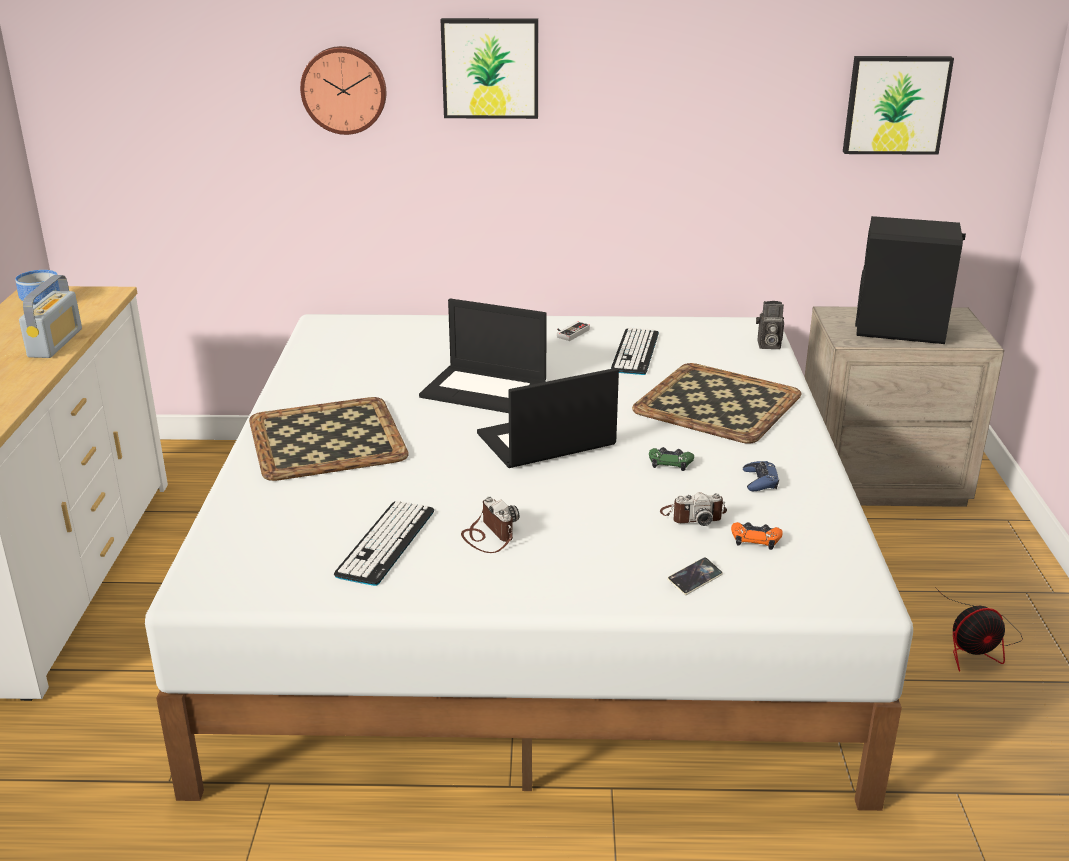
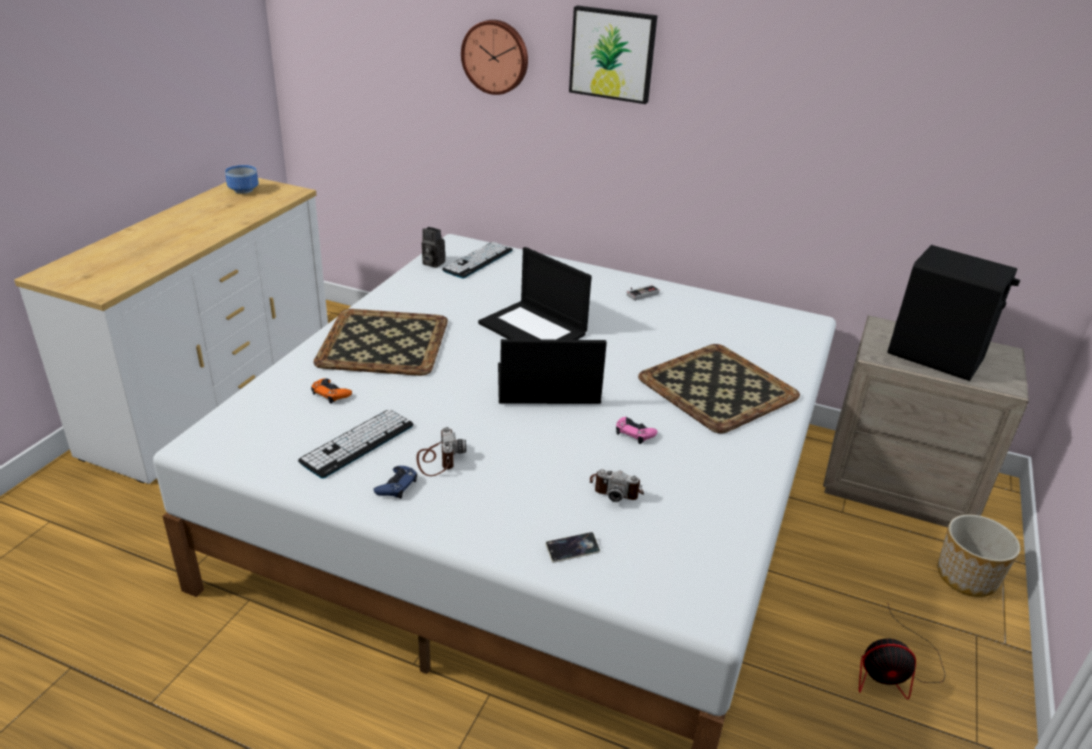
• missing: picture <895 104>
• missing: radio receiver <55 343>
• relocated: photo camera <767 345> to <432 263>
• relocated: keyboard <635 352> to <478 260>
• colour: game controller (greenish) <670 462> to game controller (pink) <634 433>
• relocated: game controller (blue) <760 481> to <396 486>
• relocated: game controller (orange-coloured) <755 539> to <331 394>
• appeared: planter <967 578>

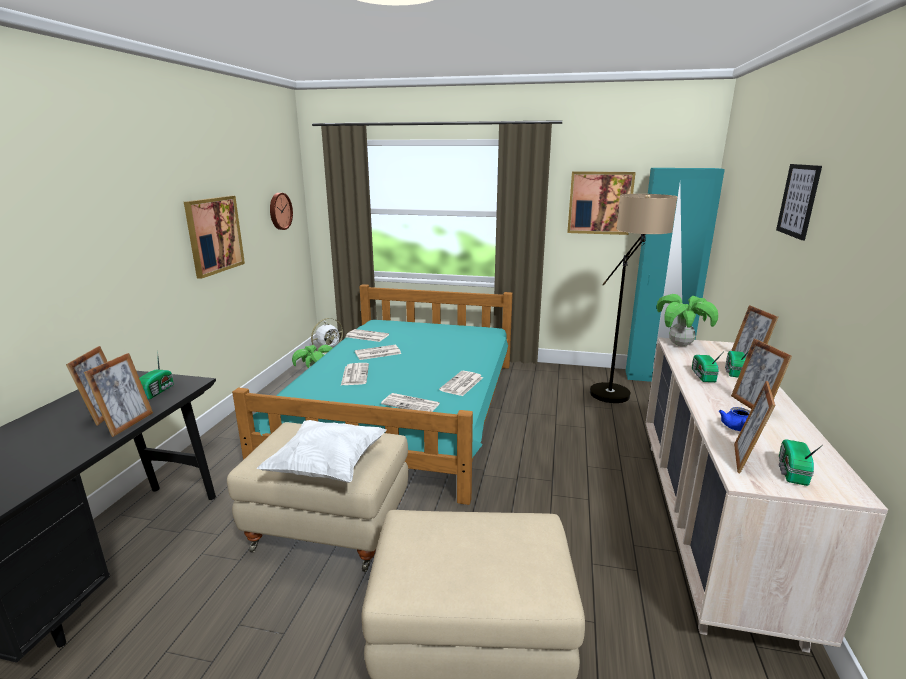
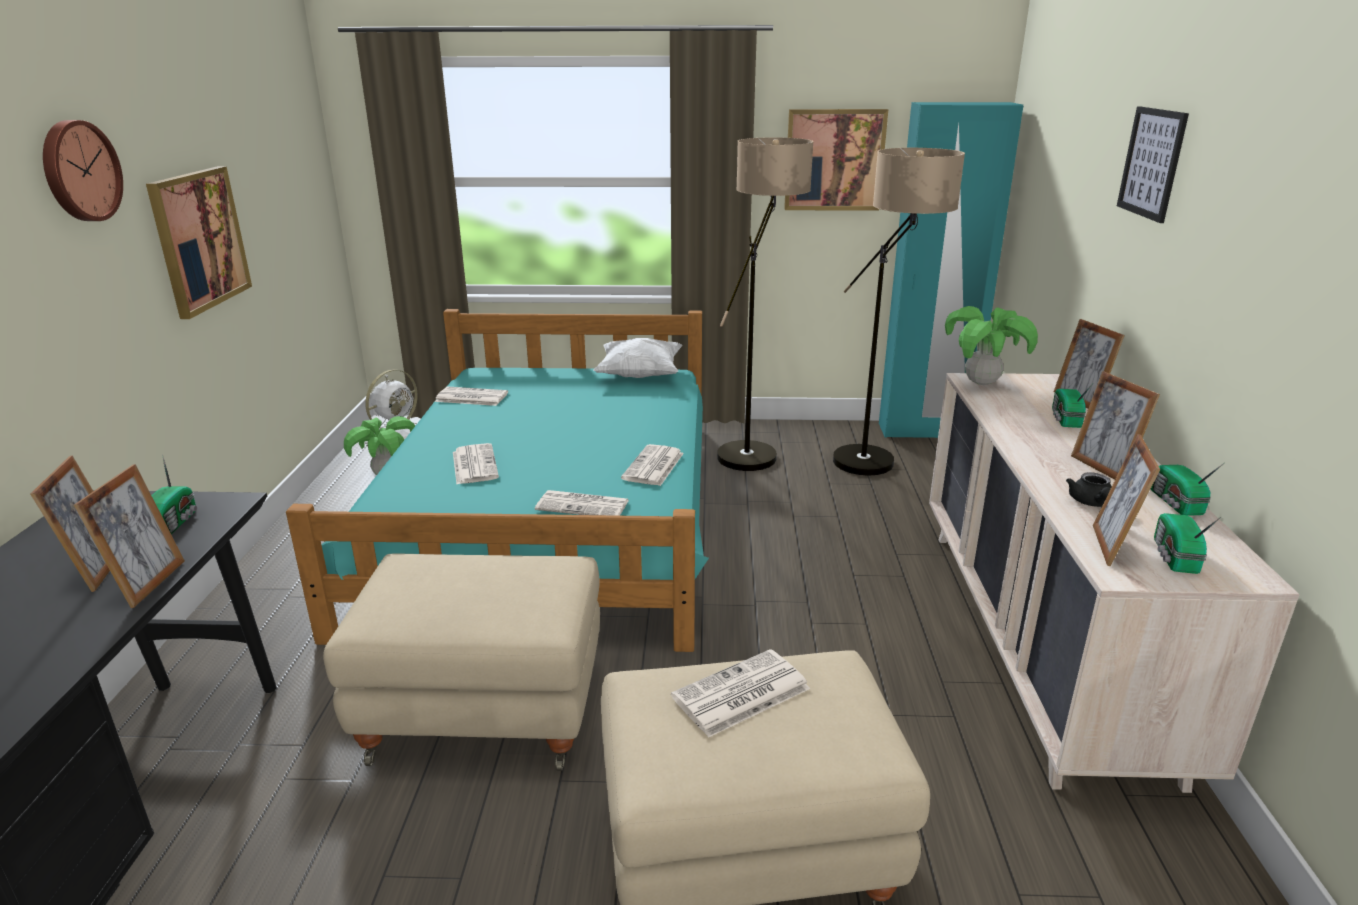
• relocated: clock on the wall <279 211> to <79 171>
• relocated: daily paper <377 353> to <740 694>
• relocated: radio receiver <702 376> to <1175 503>
• colour: pot for tea (blue) <737 428> to pot for tea (blackish) <1091 503>
• relocated: throw pillow (white-coloured) <327 467> to <639 375>
• appeared: standing lamp <756 448>

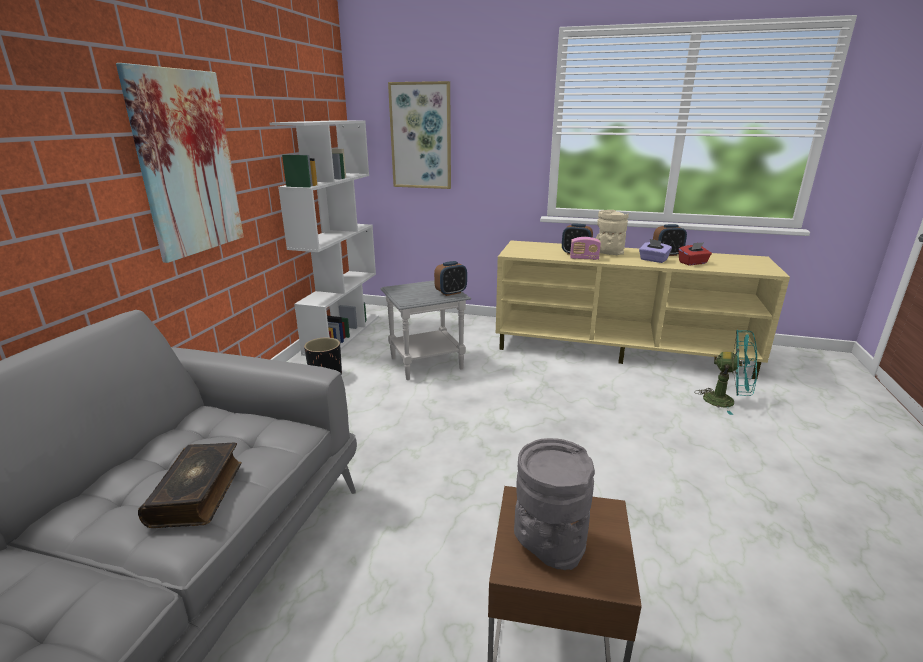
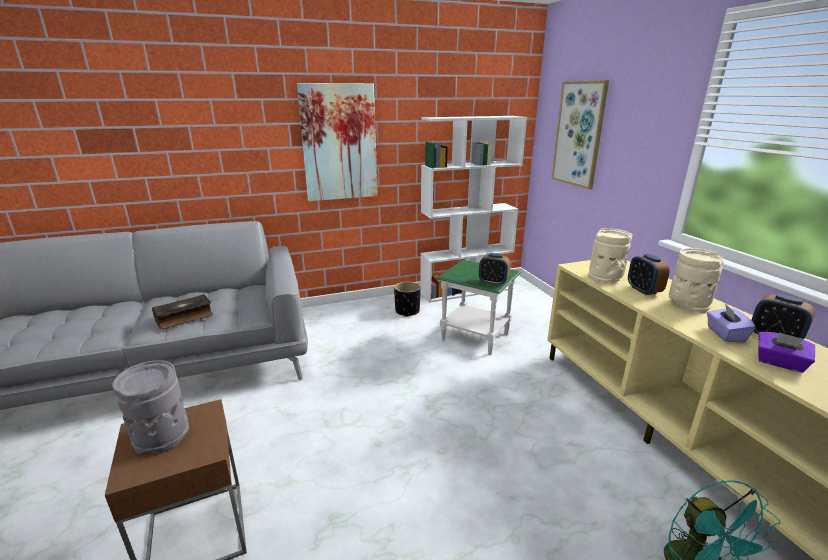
• missing: radio receiver <584 258>
• colour: tissue box (red) <693 263> to tissue box (purple-coloured) <779 363>
• colour: accent table (gray) <427 363> to accent table (greenish) <475 337>
• appeared: vase (sand-coloured) <605 278>

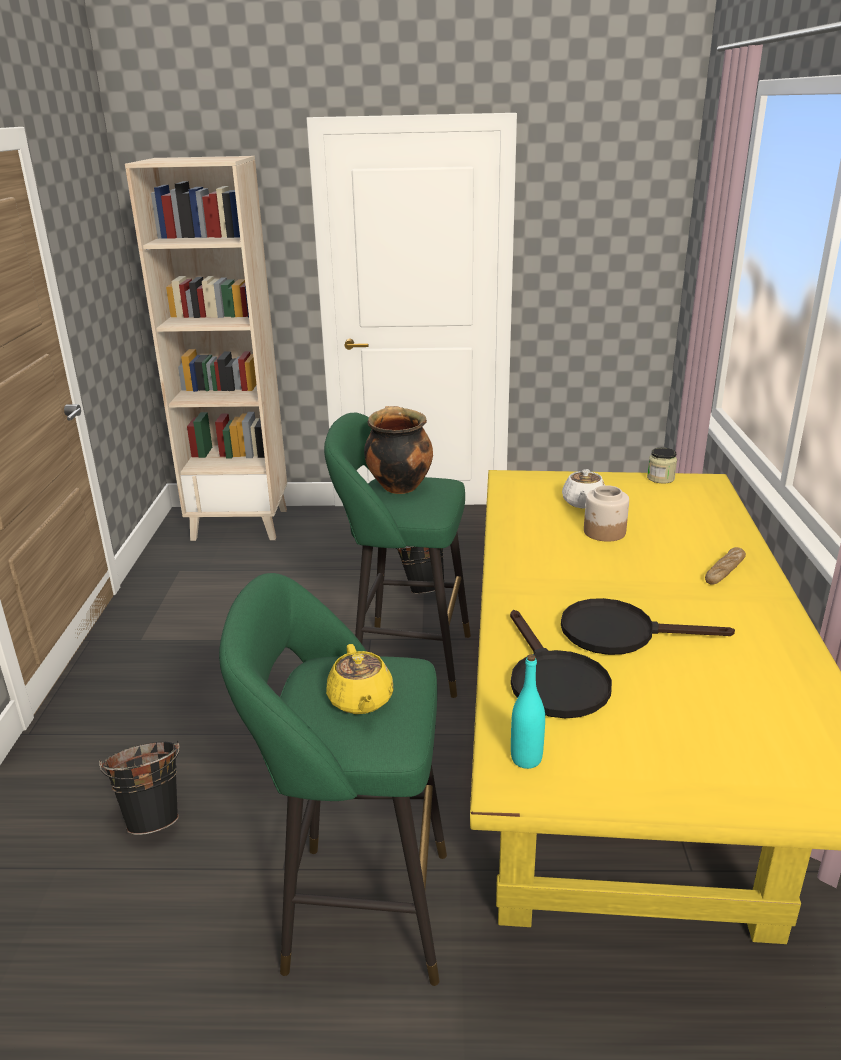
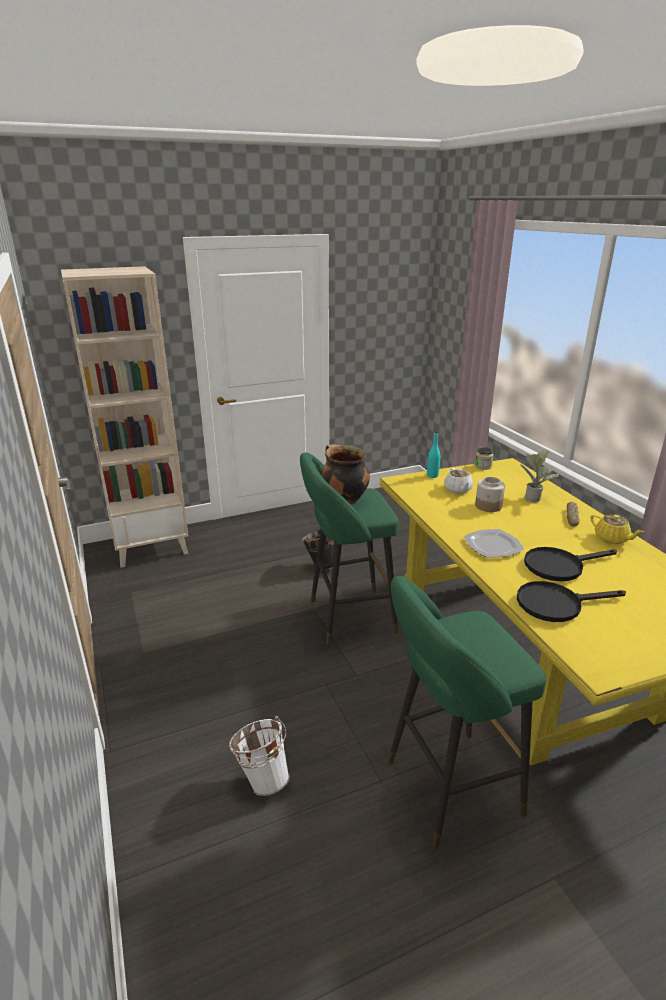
• spun: pan (blackish) <553 680> = <556 604> 120 degrees clockwise
• relocated: pot for tea (yellow-coloured) <360 701> to <612 539>
• relocated: drink bottle (blue-green) <526 759> to <432 475>
• colour: water bucket (blackish) <153 816> to water bucket (white-coloured) <262 777>
• appeared: plant in a pot <534 497>
• appeared: plate <493 545>

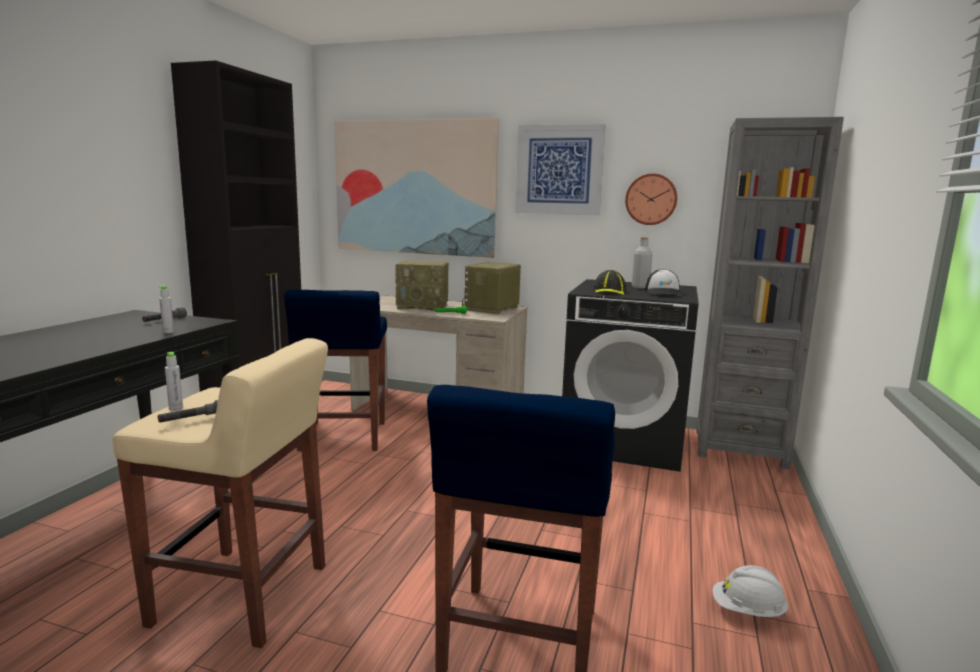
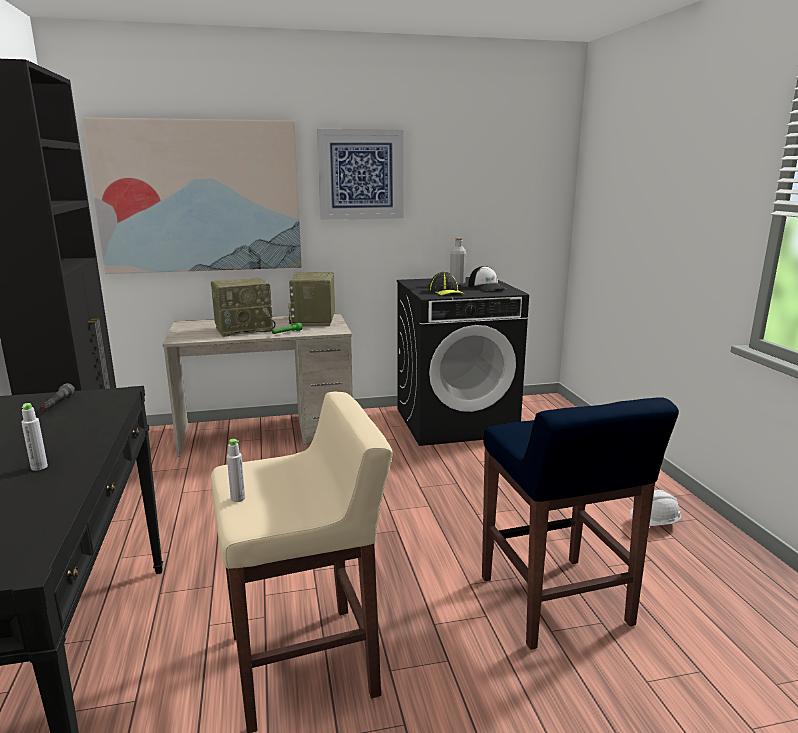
• missing: bookshelf (gray) <739 448>
• missing: clock on the wall <651 199>
• relocated: drink bottle (gray) <168 332> to <39 467>
• missing: stool (blue) <342 437>
• missing: flashlight (gray) <193 419>

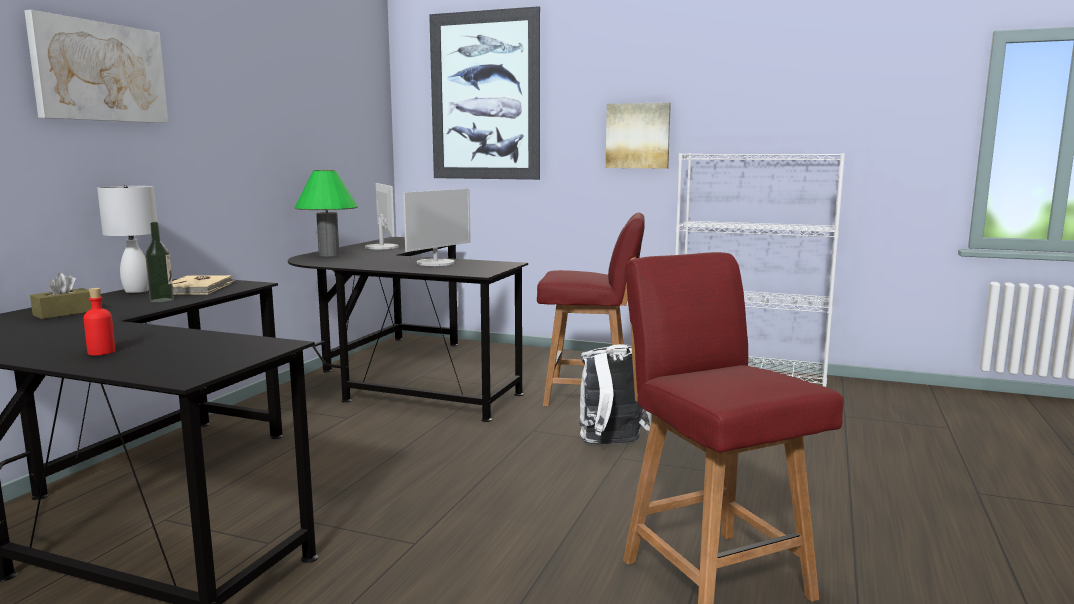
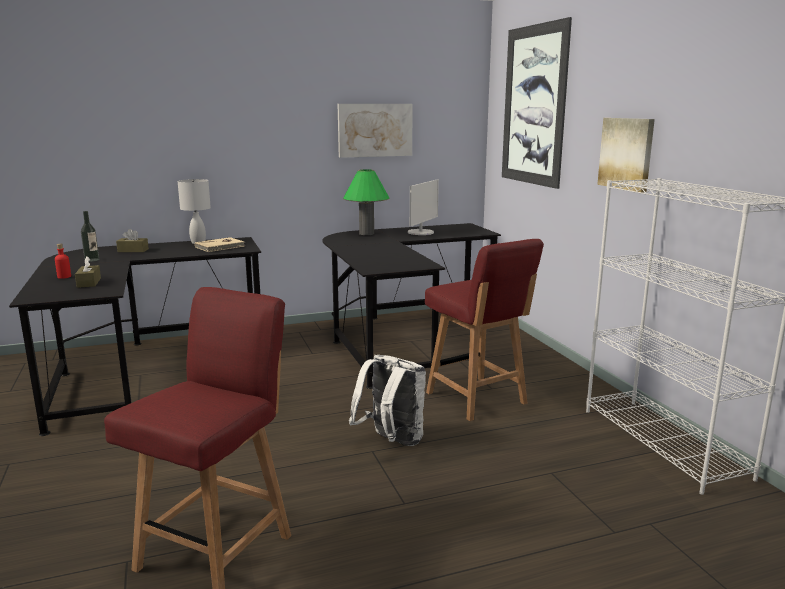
• relocated: picture <100 72> to <375 130>
• missing: computer display <436 263>
• relocated: drink bottle <162 300> to <92 260>
• appeared: tissue box (brown-coloured) <89 282>

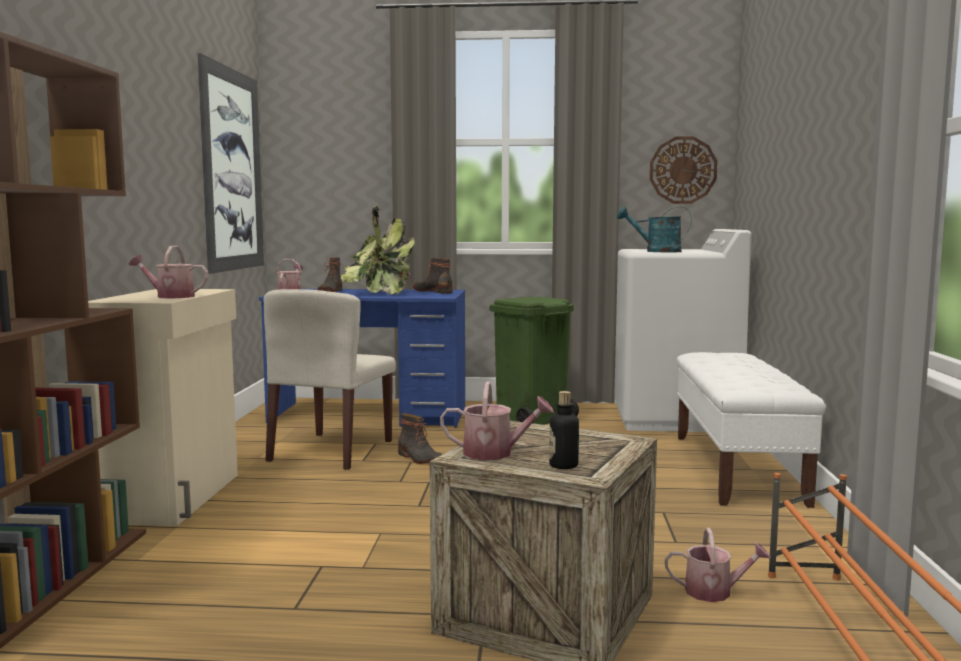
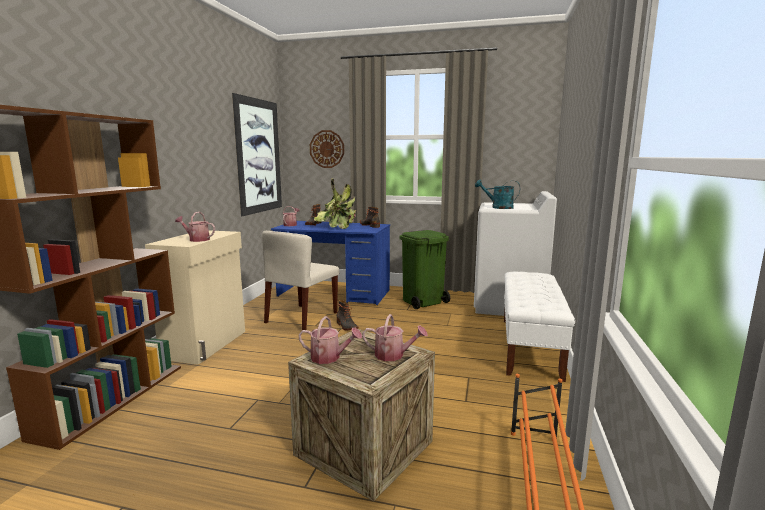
• relocated: clock on the wall <683 170> to <327 149>
• missing: drink bottle <563 465>
• relocated: watering pot <714 592> to <393 355>

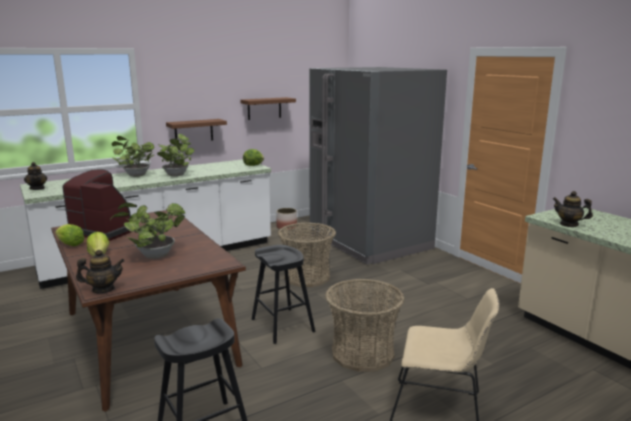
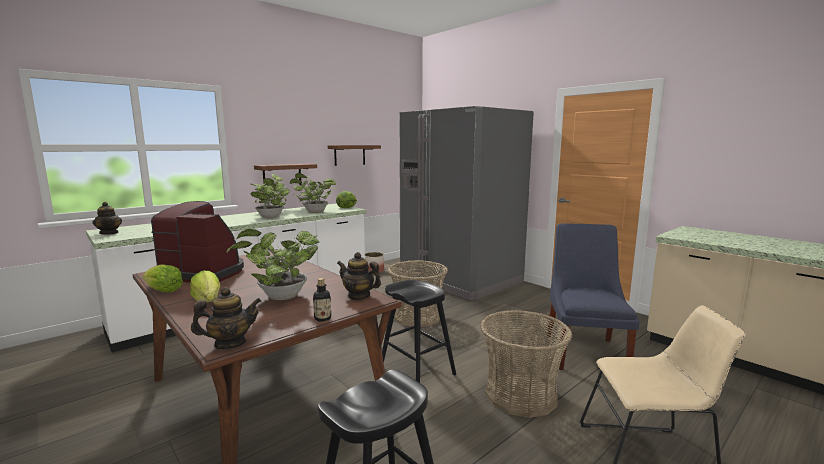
• relocated: plant in a pot <135 175> to <313 212>
• relocated: pot for tea <569 224> to <358 296>
• appeared: plain chair (blue) <585 351>
• appeared: drink bottle <322 318>

